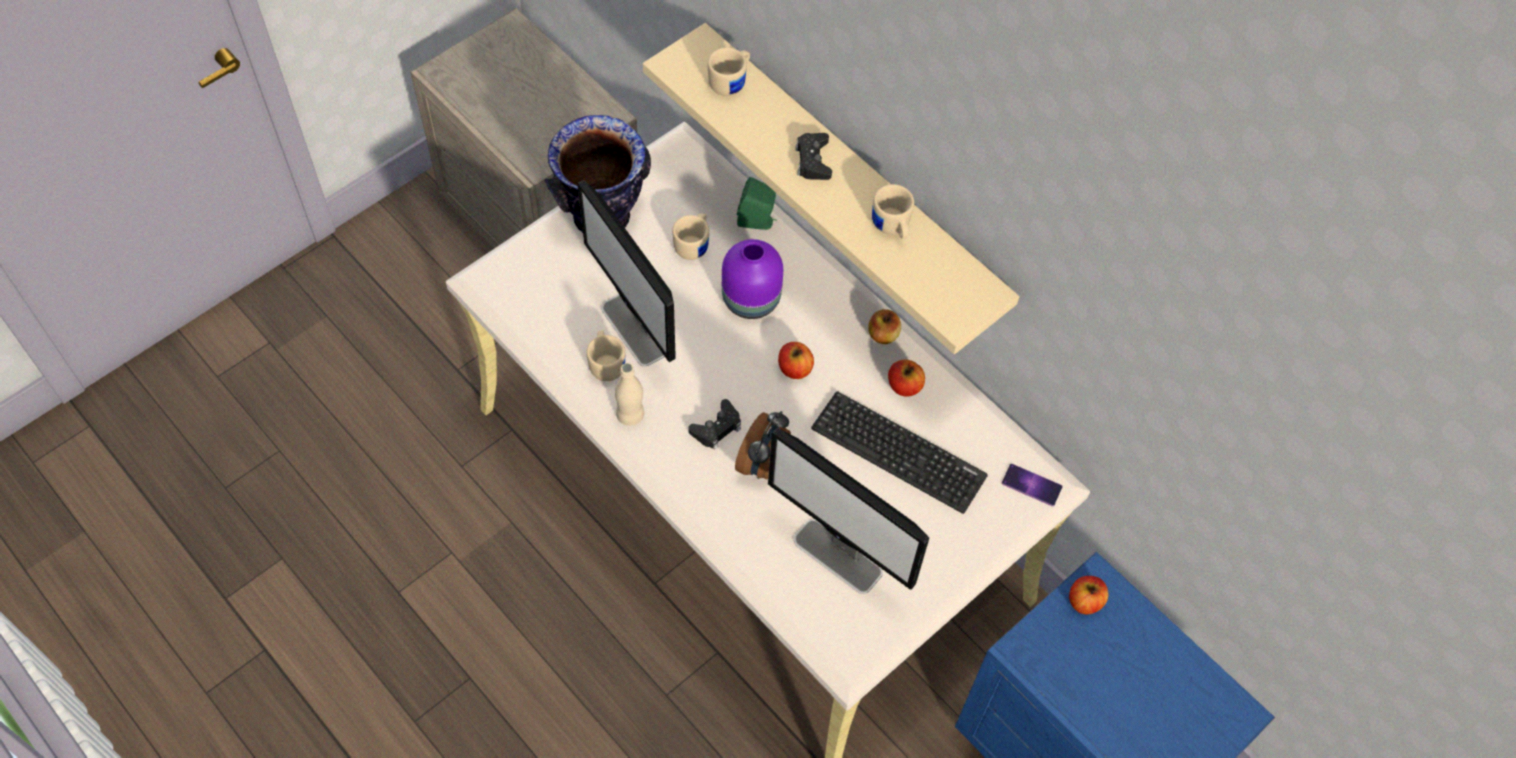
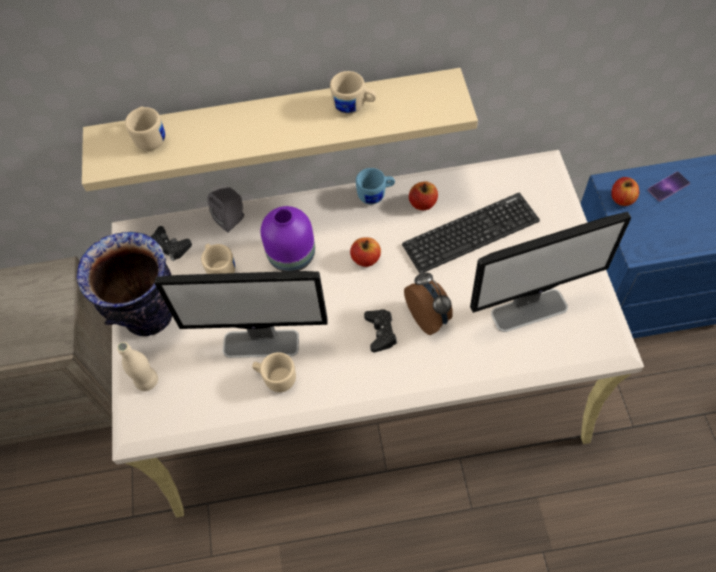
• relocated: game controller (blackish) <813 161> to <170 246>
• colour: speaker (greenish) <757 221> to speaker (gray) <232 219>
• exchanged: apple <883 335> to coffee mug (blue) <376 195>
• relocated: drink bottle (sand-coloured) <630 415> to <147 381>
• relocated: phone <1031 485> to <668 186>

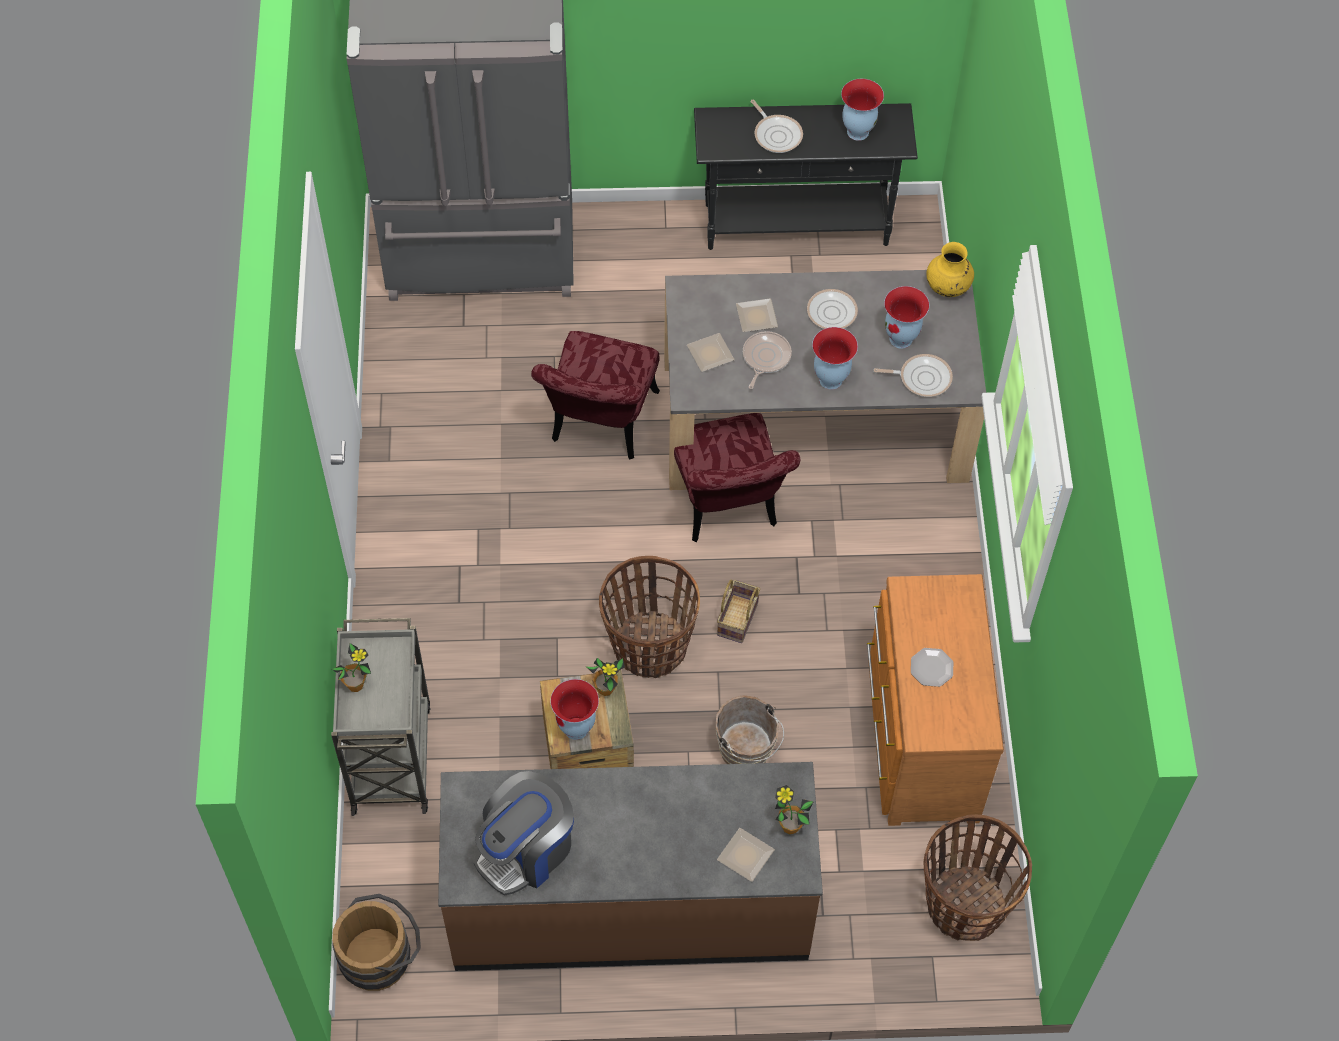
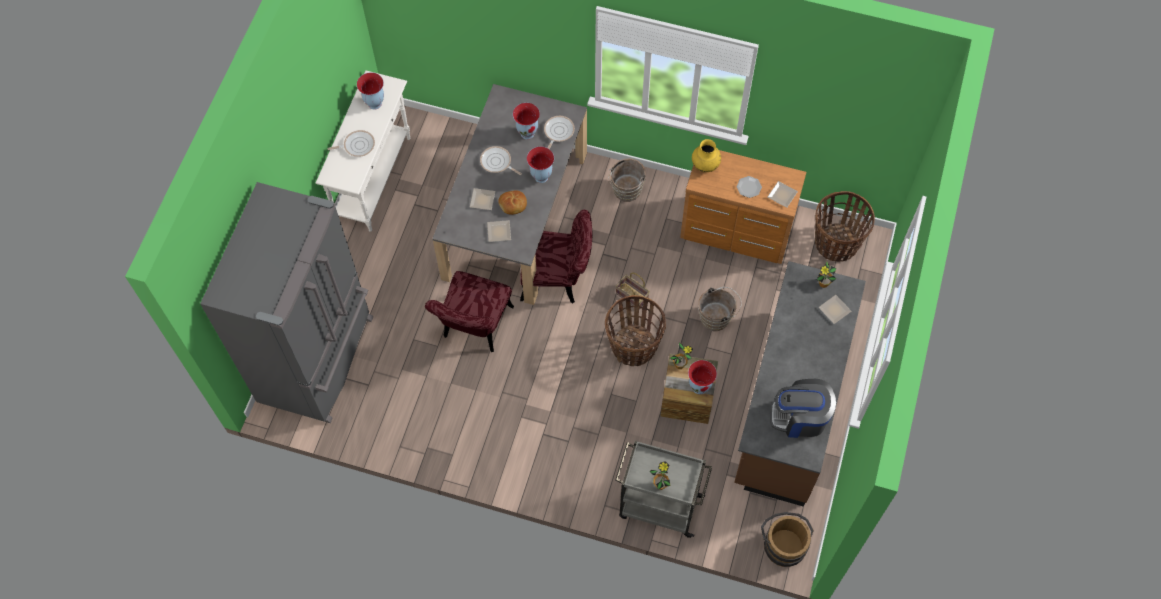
• colour: hall table (blackish) <797 225> to hall table (white-coloured) <374 179>
• relocated: vase (yellow-coloured) <947 288> to <705 165>
• spun: plain chair (red) <600 426> = <475 328> 75 degrees clockwise
• exchanged: pan <765 358> to baked bread <513 204>
• spun: coffee machine <526 849> = <800 417> 120 degrees clockwise
• appeared: water bucket (brown-coloured) <626 192>
• appeared: plate <781 195>

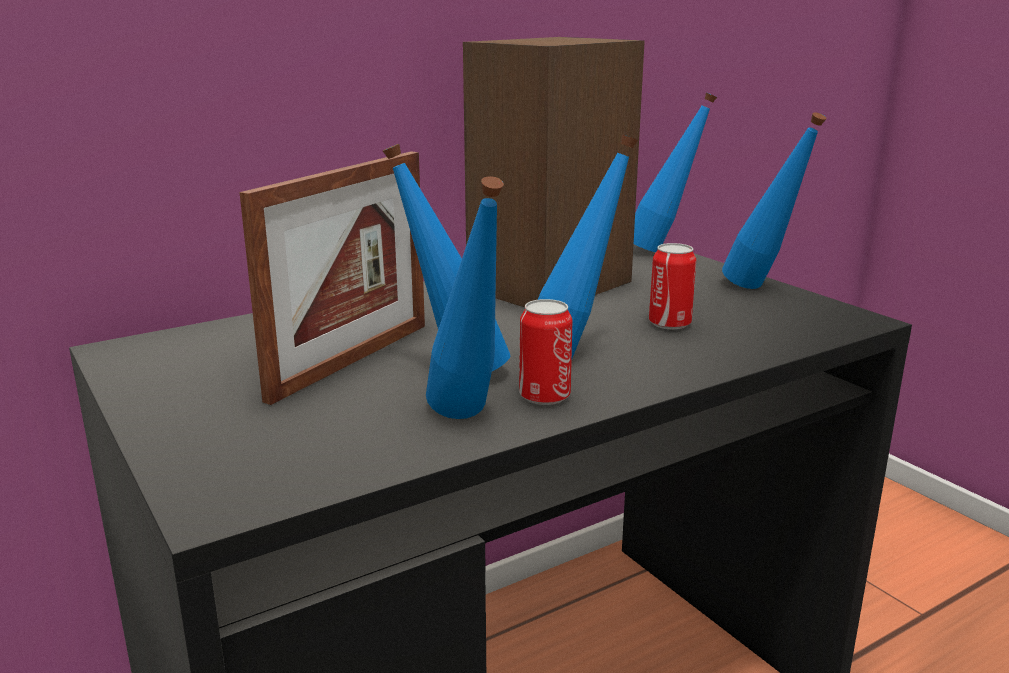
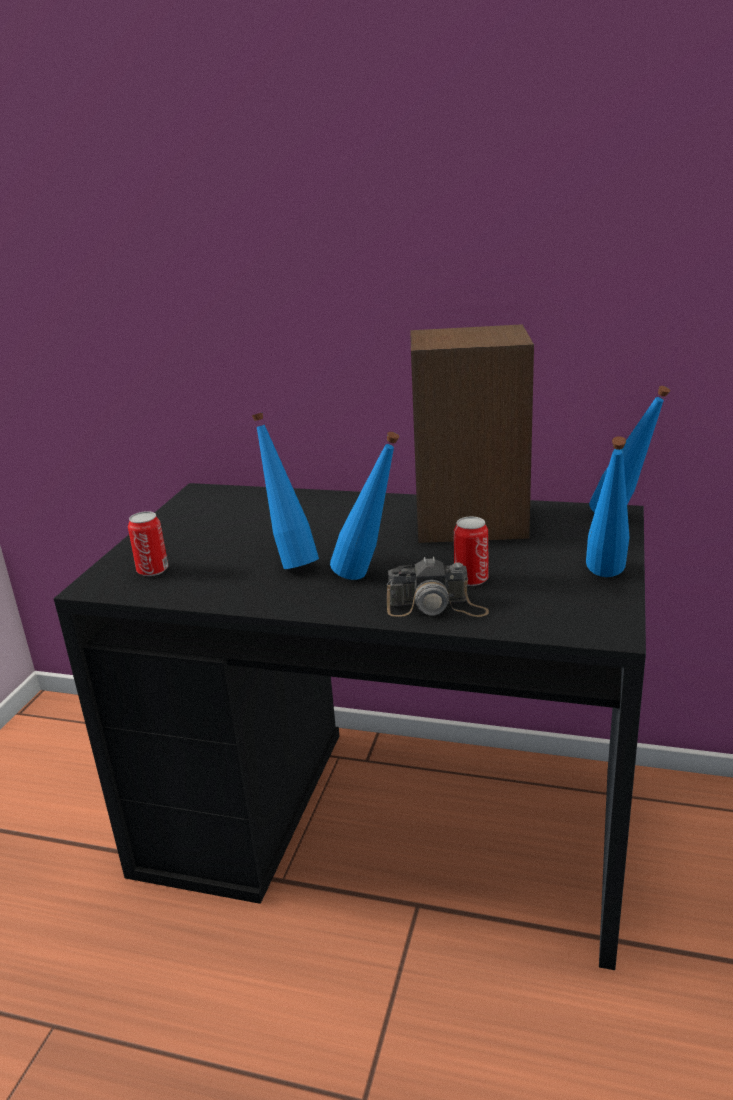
• missing: standing frame <351 360>
• missing: drink bottle (blue) <470 421>
• relocated: sealed can <544 396> to <152 570>
• appeared: photo camera <437 607>

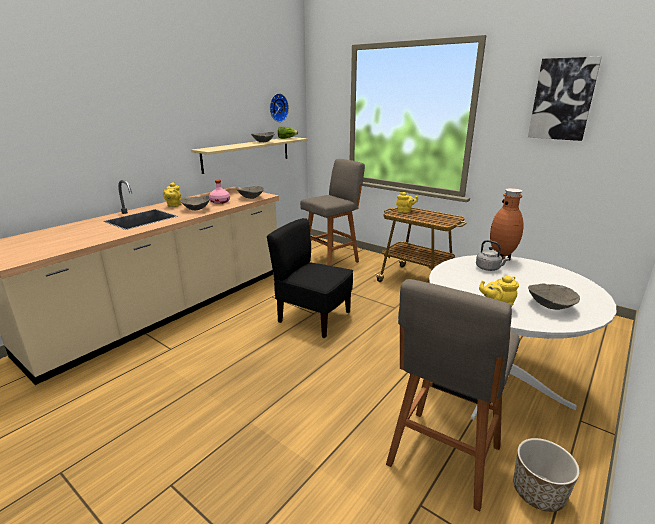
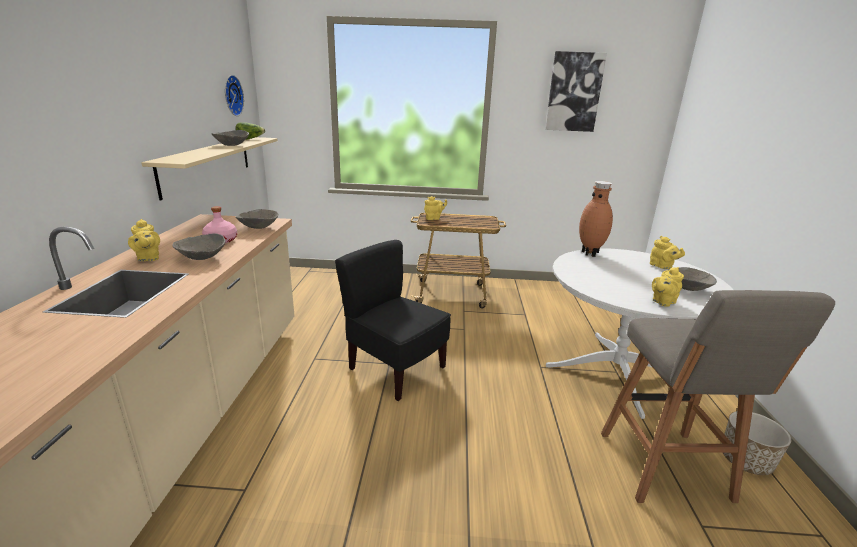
• missing: stool (gray) <332 260>
• spun: plain chair (blackish) <313 318> = <395 369> 45 degrees clockwise
• missing: water kettle (gray) <489 268>
• appeared: pot for tea (yellow-coloured) <662 266>

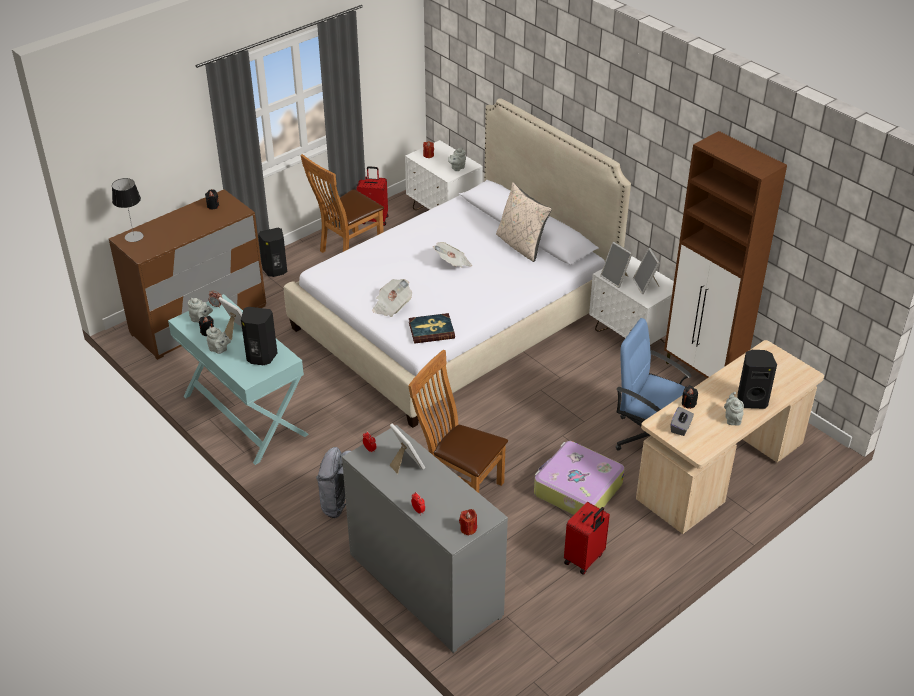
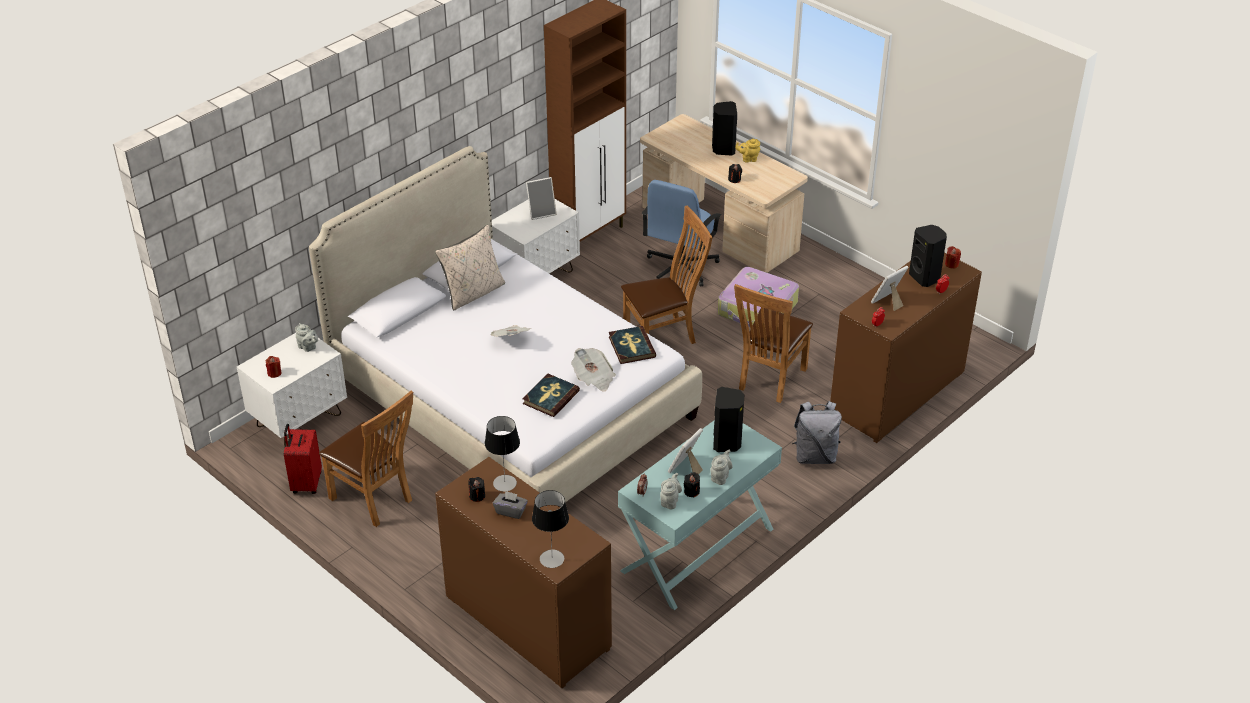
• relocated: speaker (blackish) <275 271> to <925 277>
• missing: standing frame <616 278>
• colour: pot for tea (gray) <732 418> to pot for tea (yellow-coloured) <748 159>
• relocated: tissue box (gray) <681 427> to <511 511>
• colour: dresser (gray) <425 586> to dresser (brown-coloured) <897 394>
• missing: piece of luggage (red) <584 559>
• appeared: plain chair (brown-coloured) <664 336>
• appeared: bound book <550 397>
• appeared: lamp for a table <504 483>

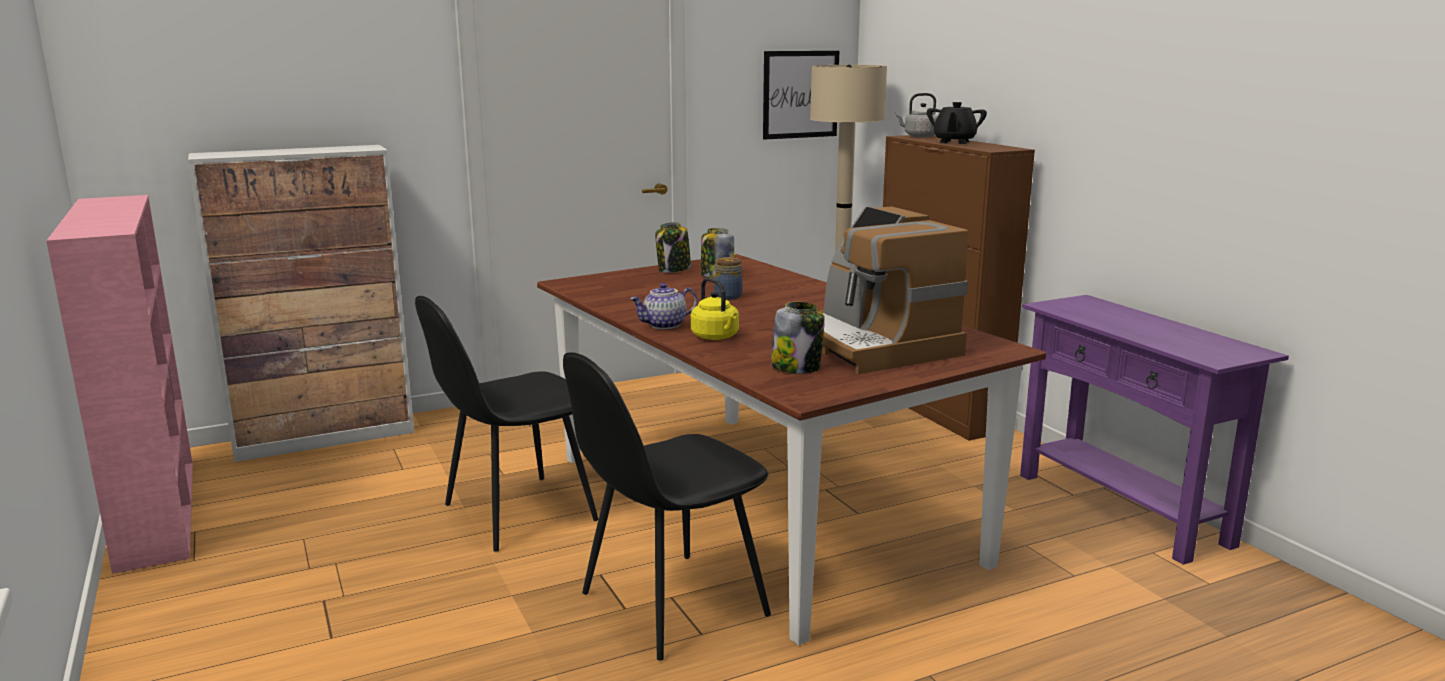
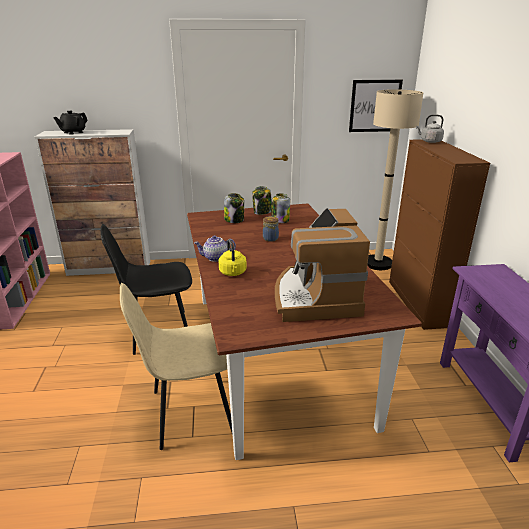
• relocated: pot for tea (blackish) <954 142> to <73 132>
• relocated: preserve jar <796 367> to <234 220>
• colour: plain chair (blackish) <669 605> to plain chair (sand-coloured) <189 412>

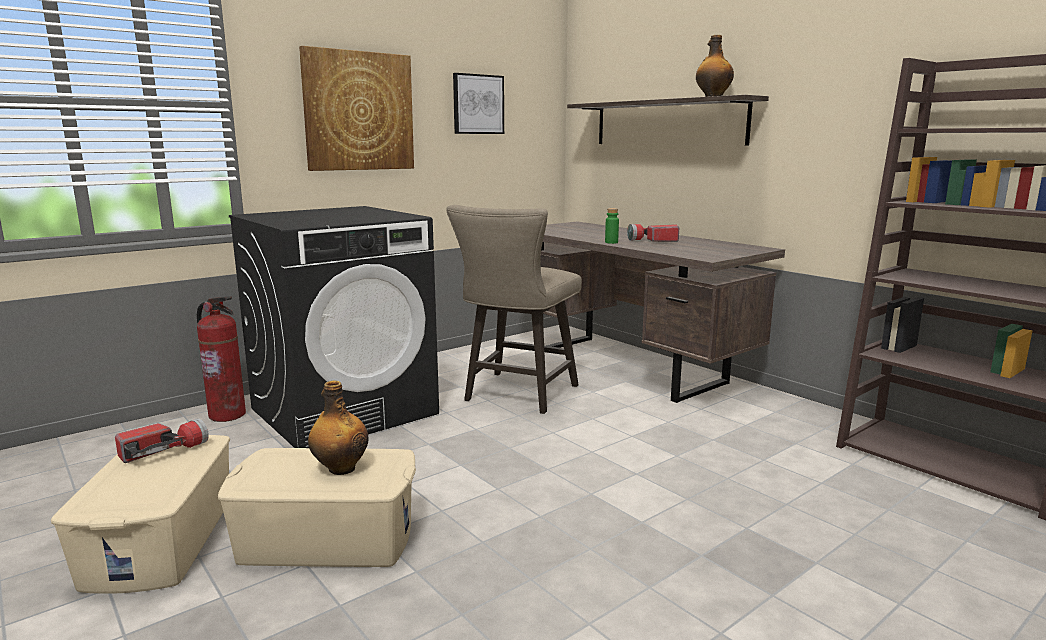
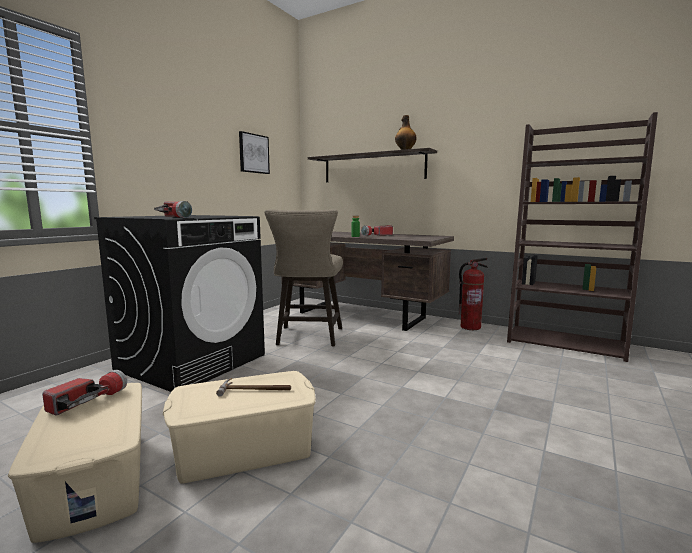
• missing: picture <358 111>
• relocated: fire extinguisher <227 415> to <470 327>
• exchanged: drink bottle <340 468> to hand hammer <256 389>
• appeared: flashlight <177 217>

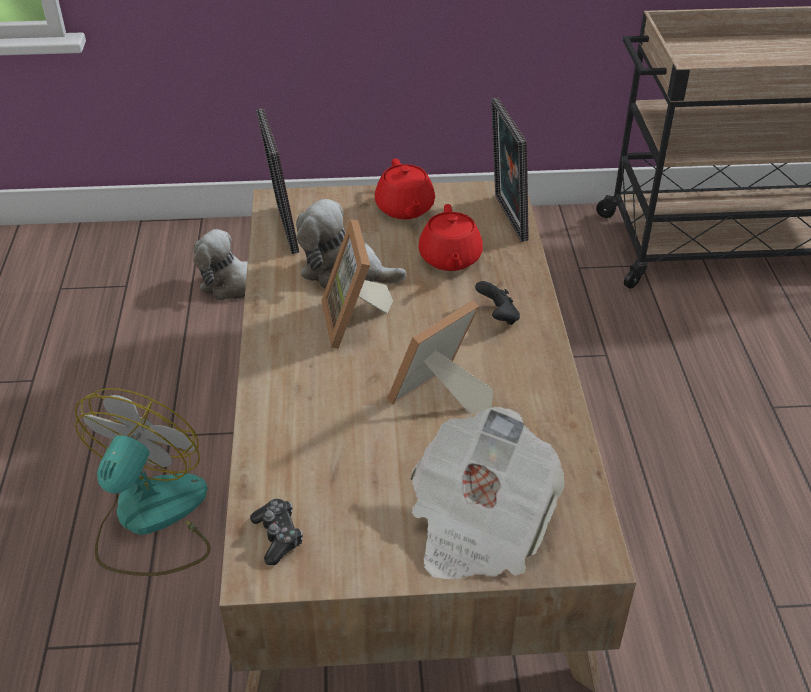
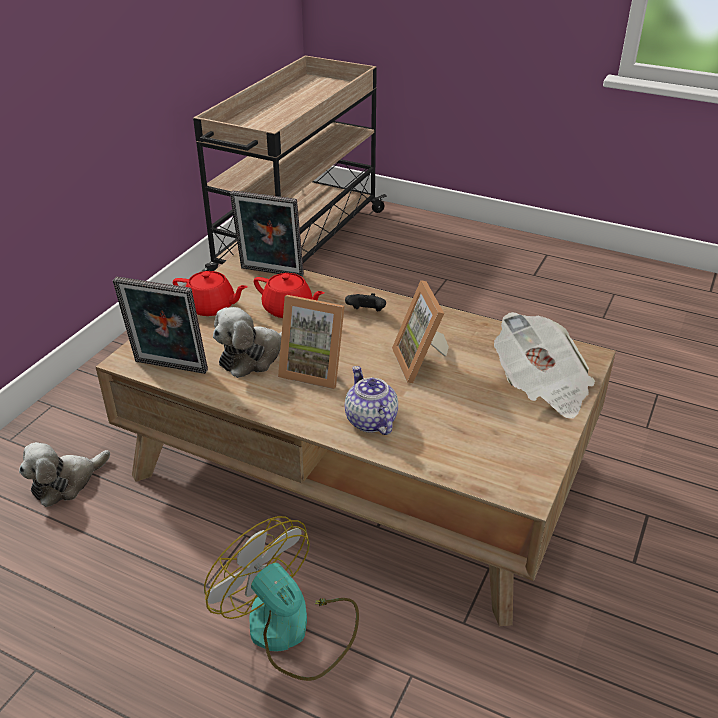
• missing: game controller <278 536>
• appeared: pot for tea <370 420>

